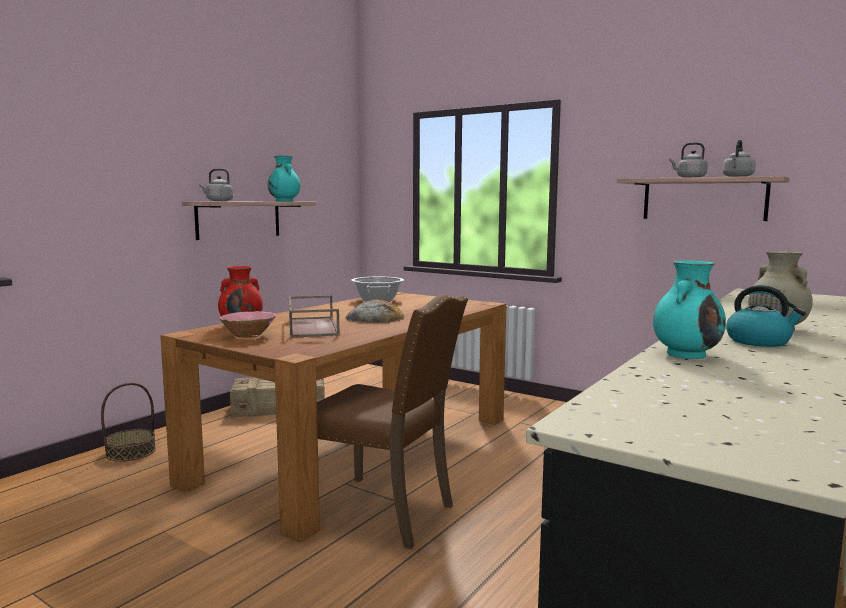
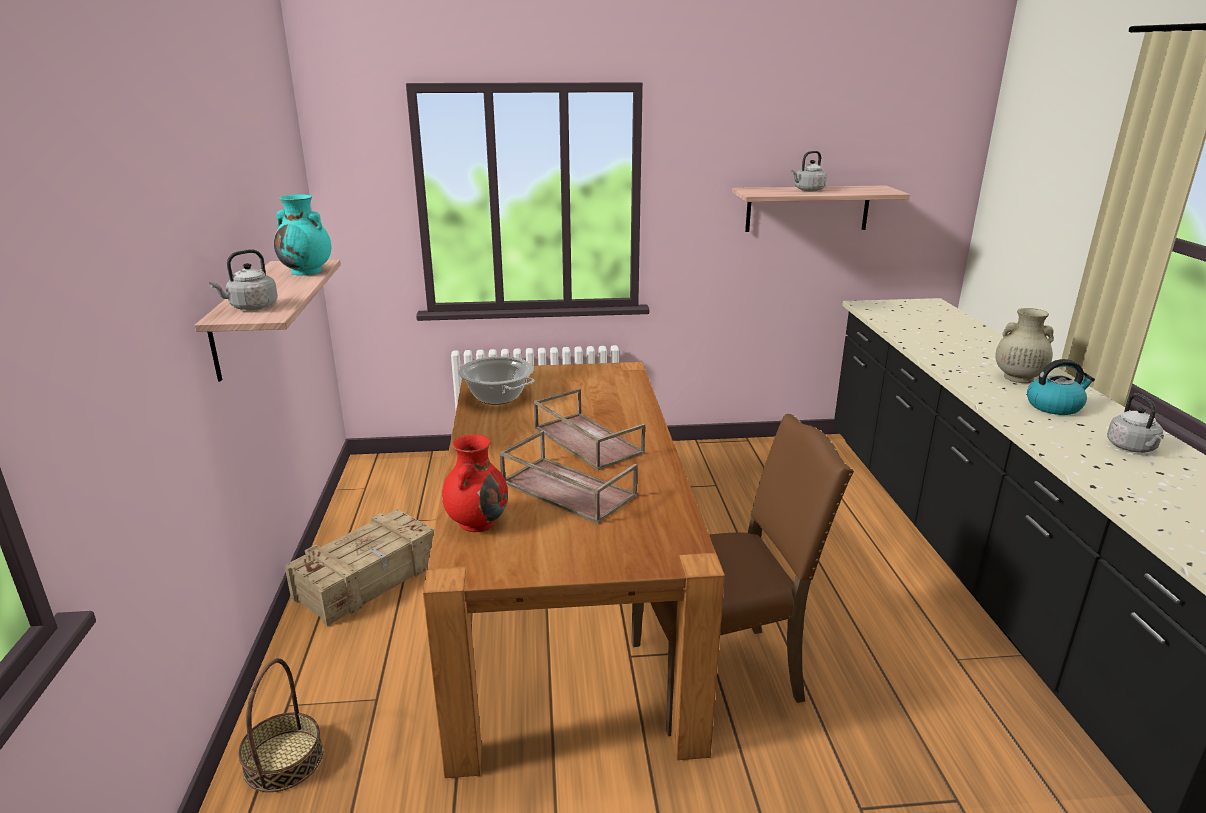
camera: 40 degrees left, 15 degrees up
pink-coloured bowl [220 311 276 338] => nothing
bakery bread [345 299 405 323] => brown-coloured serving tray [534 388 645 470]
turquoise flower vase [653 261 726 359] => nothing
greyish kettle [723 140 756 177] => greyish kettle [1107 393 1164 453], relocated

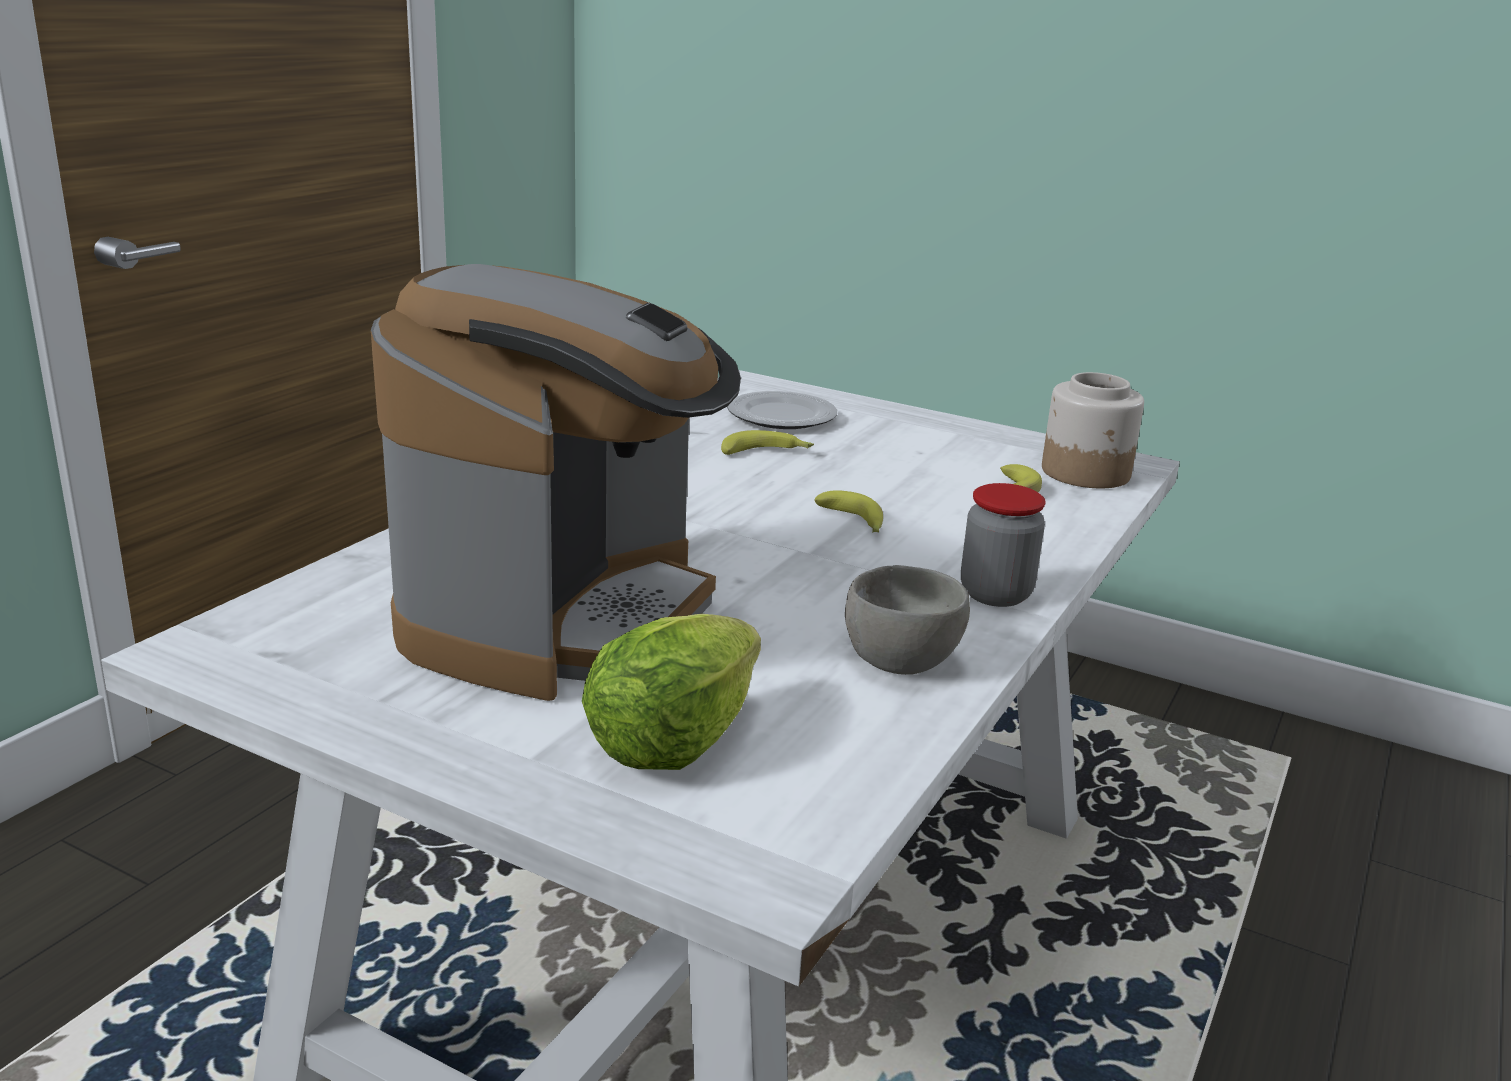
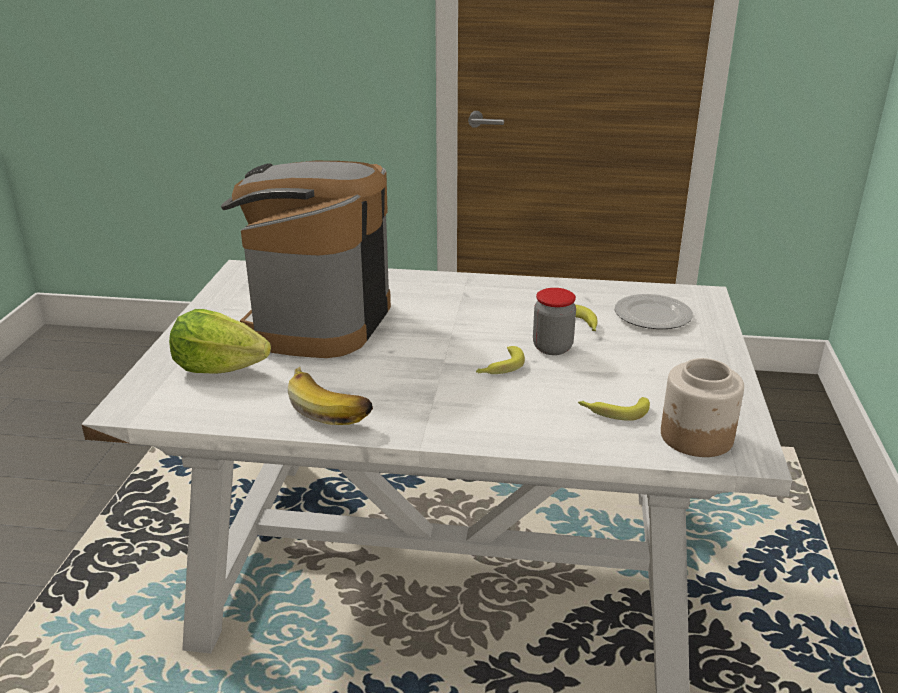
camera: 70 degrees right, 5 degrees up
coffee machine [371 264 741 701] => coffee machine [221 161 391 358], 105 degrees clockwise
greyish bowl [845 565 970 675] => banana [288 367 373 425]
storage jar [961 483 1046 607] => storage jar [533 288 576 355], relocated

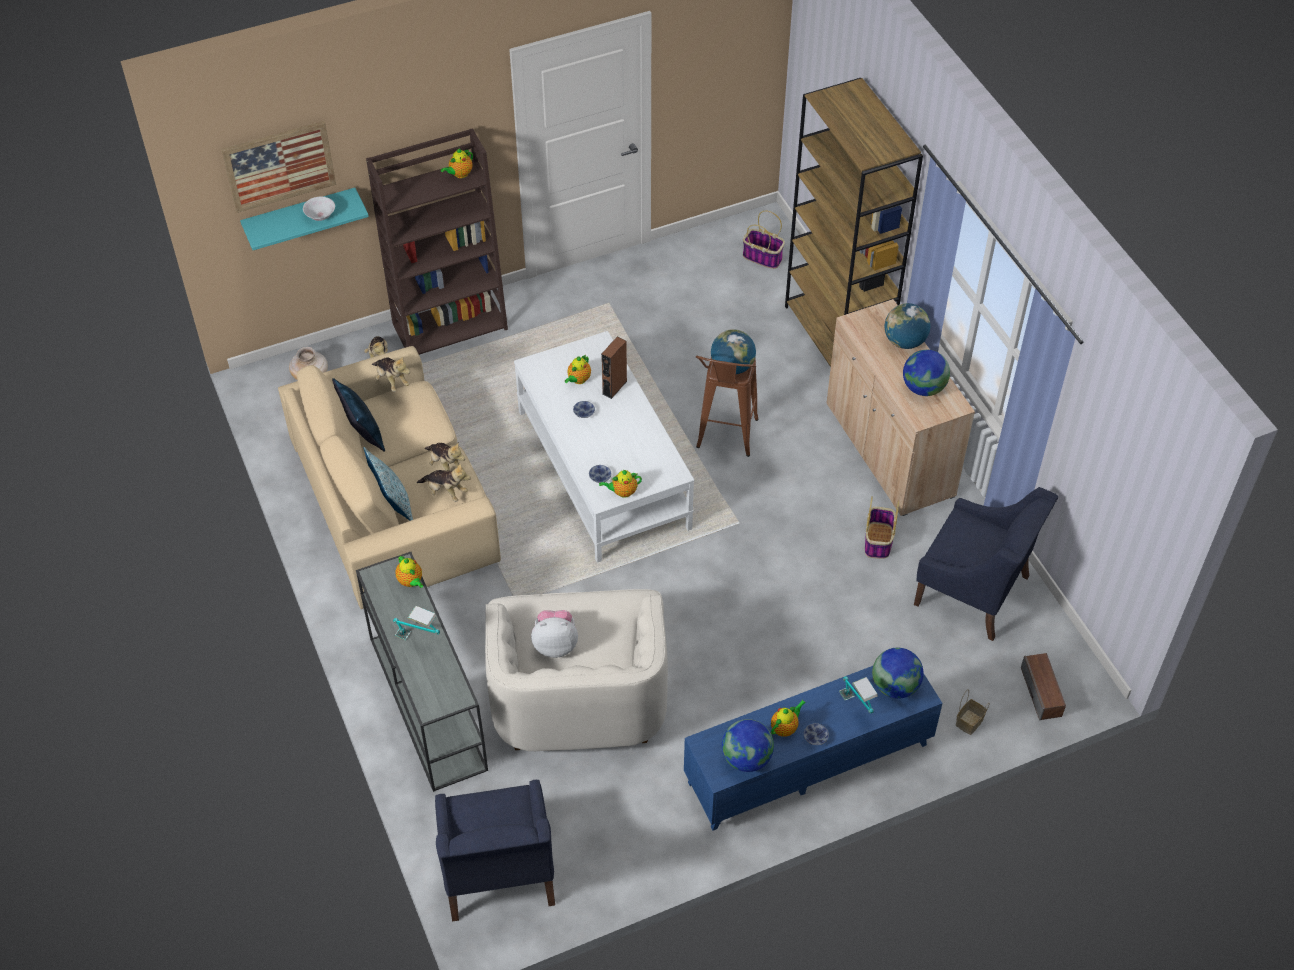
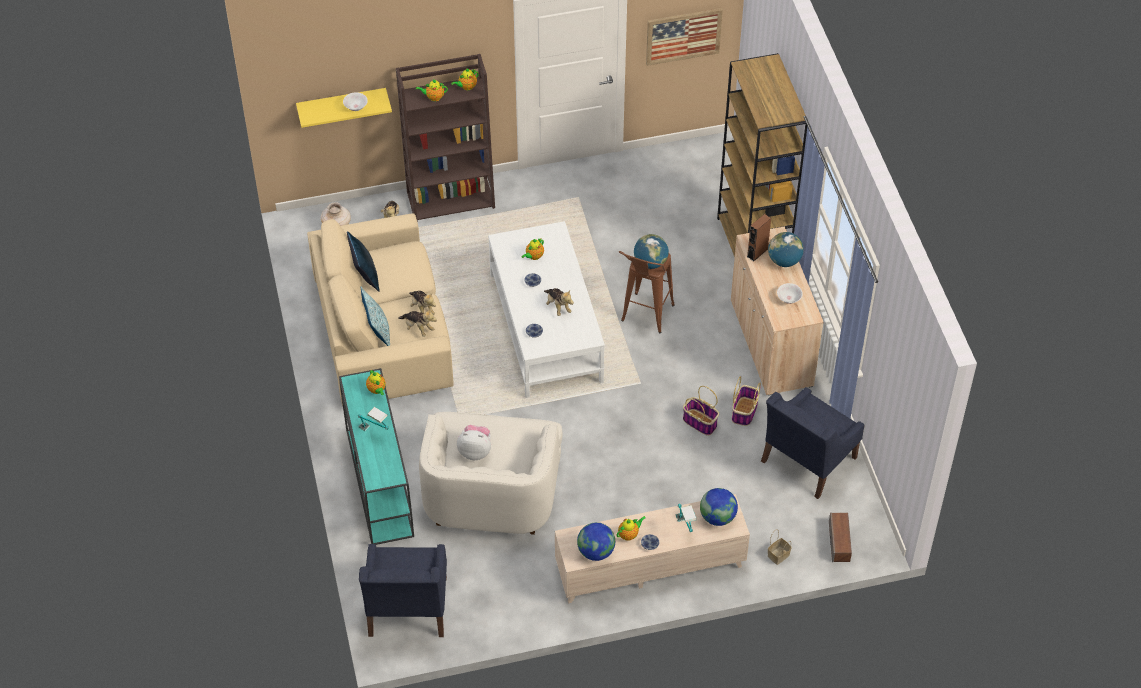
camera: 10 degrees right, 0 degrees up
picture [221 121 336 213] => picture [646 8 723 66], relocated
turquoise wall shelf [240 188 369 250] => yellow-coloured wall shelf [296 88 392 128]
greyish narrow table [356 552 488 792] => turquoise narrow table [339 368 414 545]
soft toy [372 355 410 392] => soft toy [544 288 574 316], relocated
teapot [599 470 642 498] => teapot [416 79 448 101], relocated
brown-coloured loudspeaker [601 337 627 399] => brown-coloured loudspeaker [747 214 771 261], relocated
blue-coloured tv unit [684 666 943 830] => sand-coloured tv unit [555 494 750 603]
household basket [743 211 785 269] => household basket [683 386 719 436], relocated
world globe [903 350 950 396] => white-coloured bowl [777 283 803 304]
blue-coloured easy chair [914 487 1058 641] => blue-coloured easy chair [761 387 865 499], 90 degrees clockwise

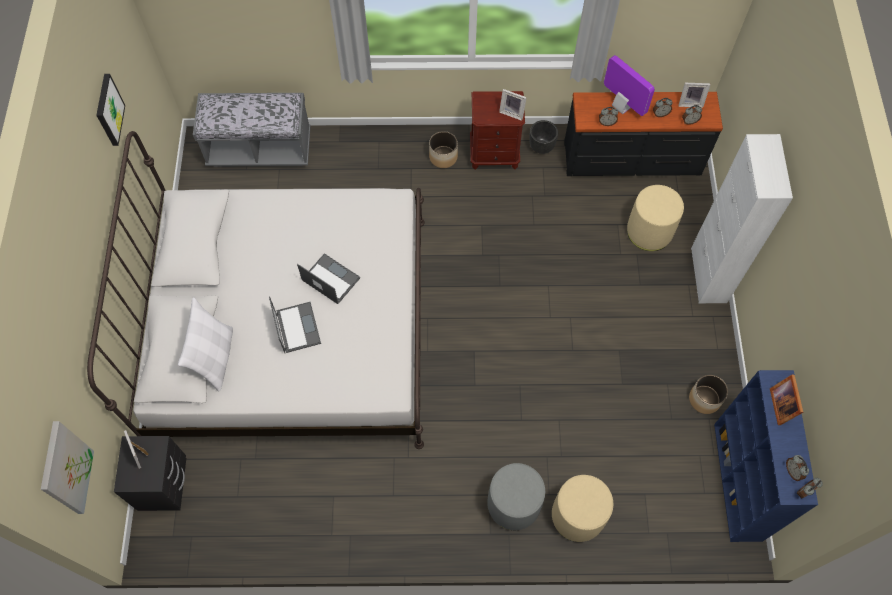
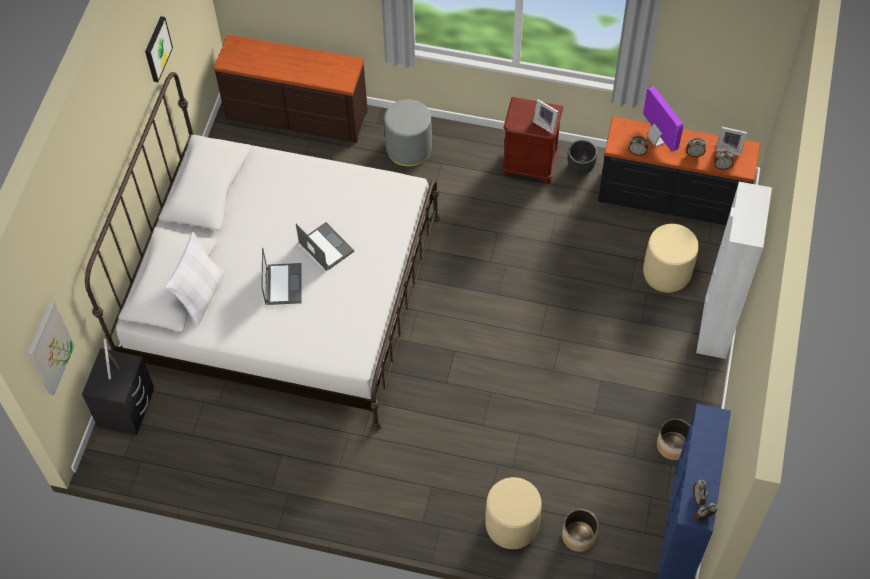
camera: 15 degrees right, 5 degrees down
greyish bench [193 93 311 167] => brown-coloured drawer chest [214 35 368 143]
planter [429 131 458 168] => planter [562 509 598 552], relocated
greyish footrest [487 463 545 530] => greyish footrest [384 99 432 167], relocated
photo frame [770 375 803 425] => nothing

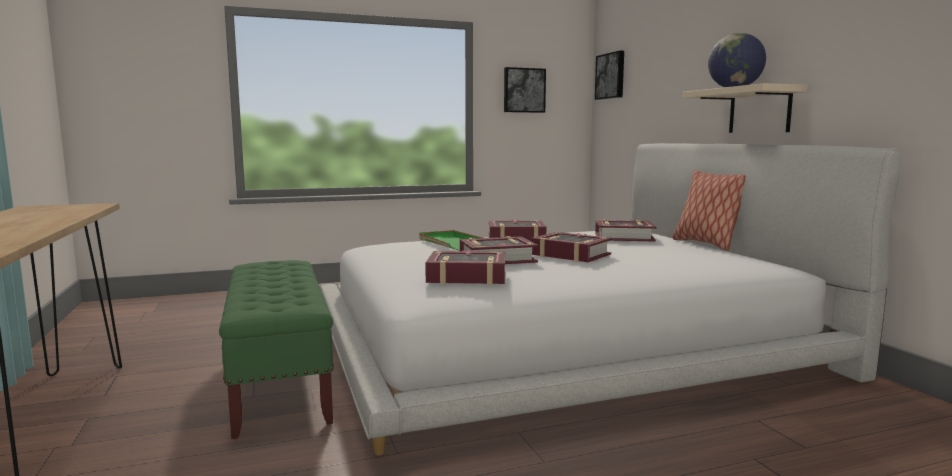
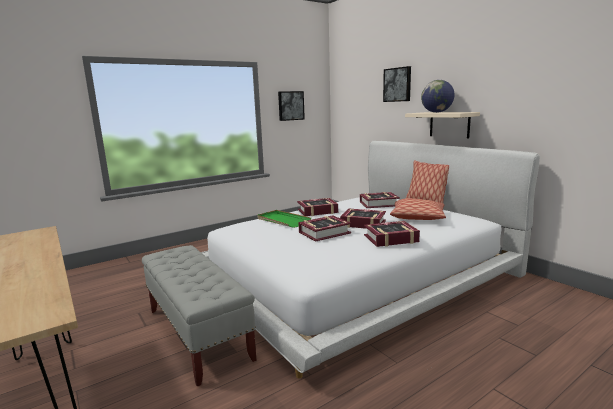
camera: 15 degrees left, 5 degrees up
greenish bench [219 260 334 439] => greyish bench [142 245 256 386]
volume [425 250 506 285] => volume [364 221 420 247], relocated
picture [595 50 624 100] => picture [383 66 411 102], relocated
nothing => cushion [390 198 446 220]

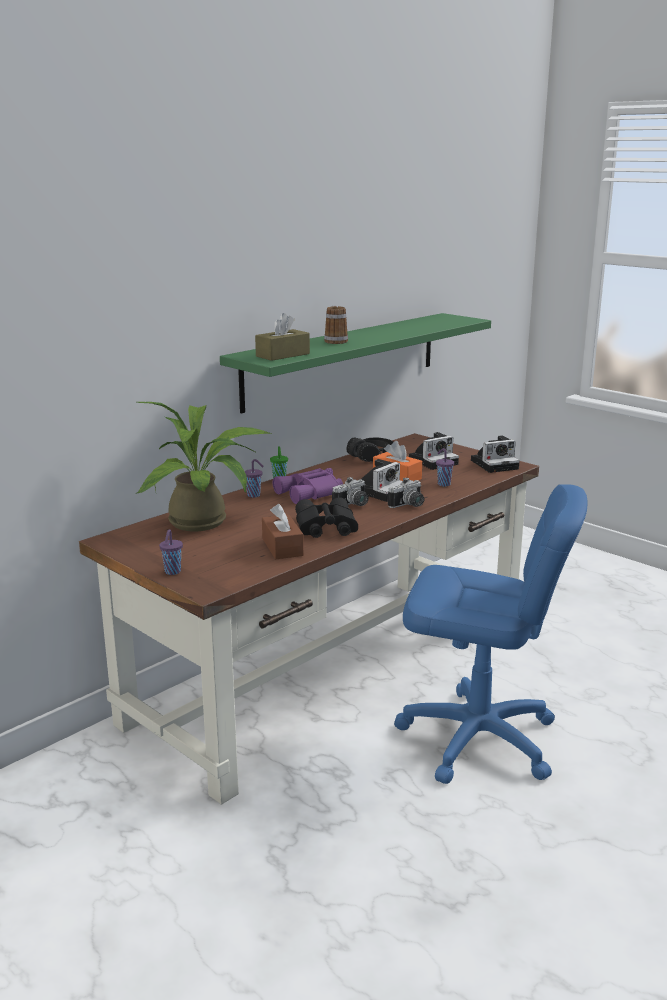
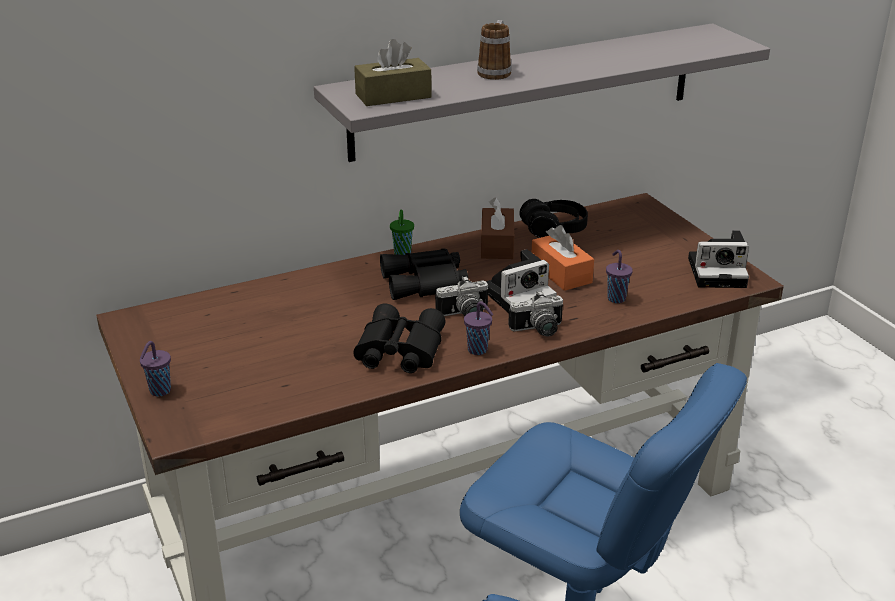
camera: 20 degrees right, 10 degrees up
potted plant [137 402 271 531] => nothing
greenish wall shelf [220 313 491 413] => greyish wall shelf [314 23 770 162]
purplish drinking cup [244 459 264 498] => purplish drinking cup [464 301 494 355], relocated
brown-coloured tissue box [262 504 304 559] => brown-coloured tissue box [481 197 514 259], relocated
purplish binoculars [273 468 343 504] => blackish binoculars [380 248 468 300]
still camera [409 432 459 470] => nothing

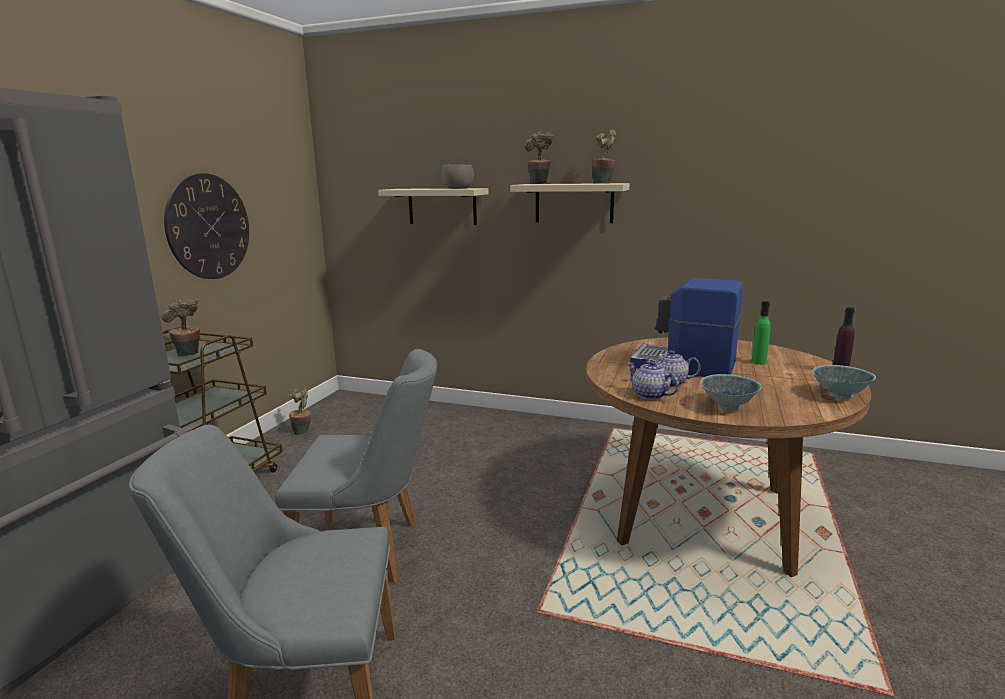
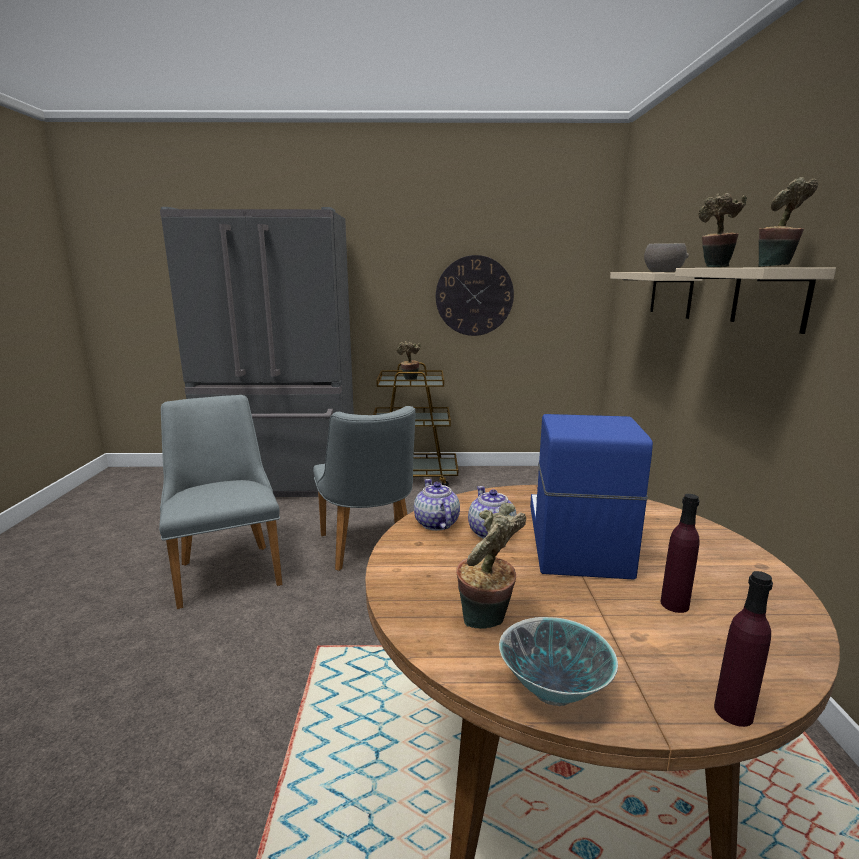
camera: 70 degrees right, 0 degrees up
potted plant [289 388 311 435] => potted plant [456 503 526 629], relocated
teapot [627 361 679 400] => teapot [414 479 460 531], 45 degrees counterclockwise
bowl [700 374 761 411] => nothing
greenish bottle [751 301 771 365] => purplish bottle [661 494 699 613]

